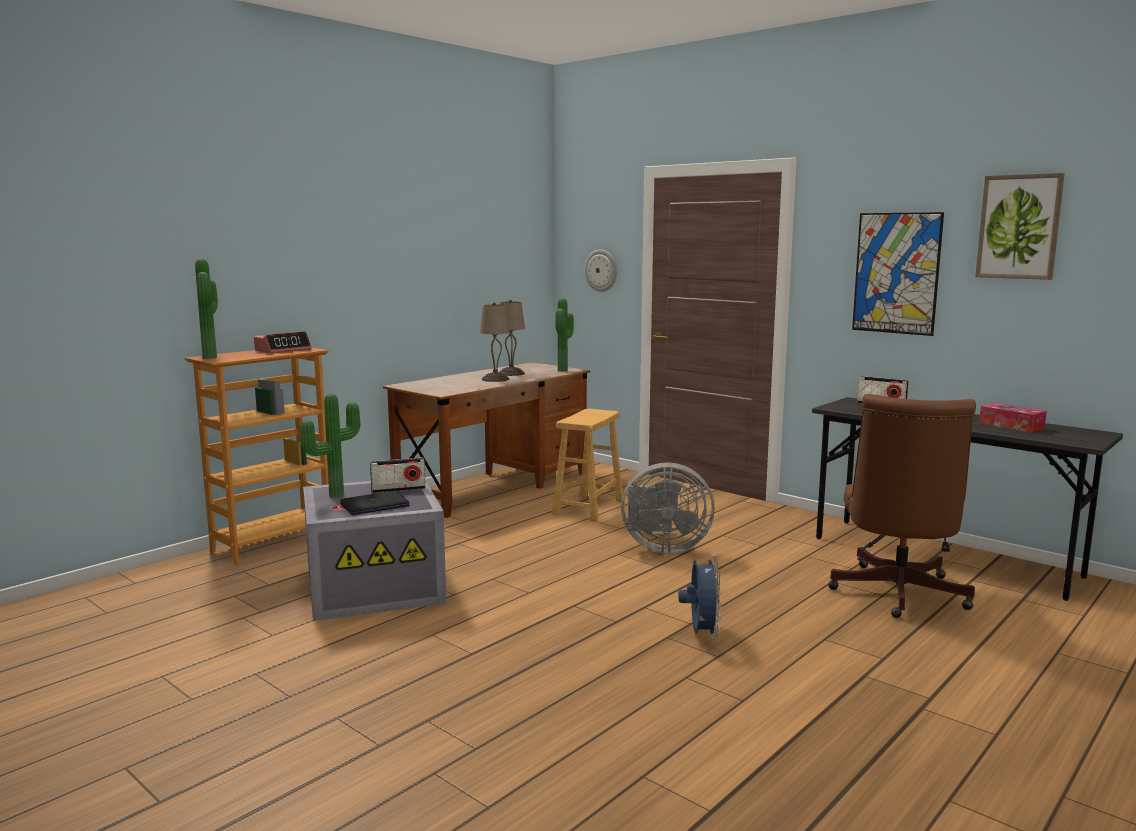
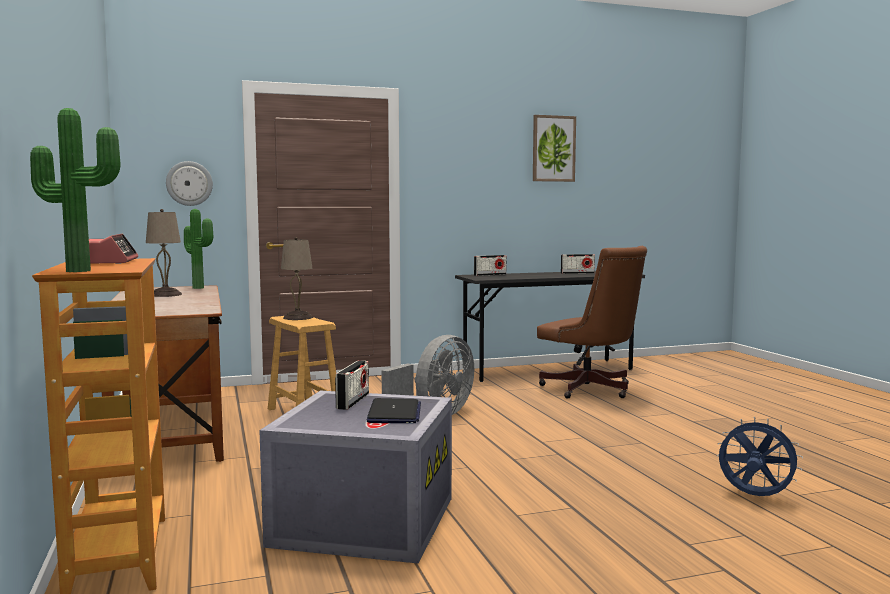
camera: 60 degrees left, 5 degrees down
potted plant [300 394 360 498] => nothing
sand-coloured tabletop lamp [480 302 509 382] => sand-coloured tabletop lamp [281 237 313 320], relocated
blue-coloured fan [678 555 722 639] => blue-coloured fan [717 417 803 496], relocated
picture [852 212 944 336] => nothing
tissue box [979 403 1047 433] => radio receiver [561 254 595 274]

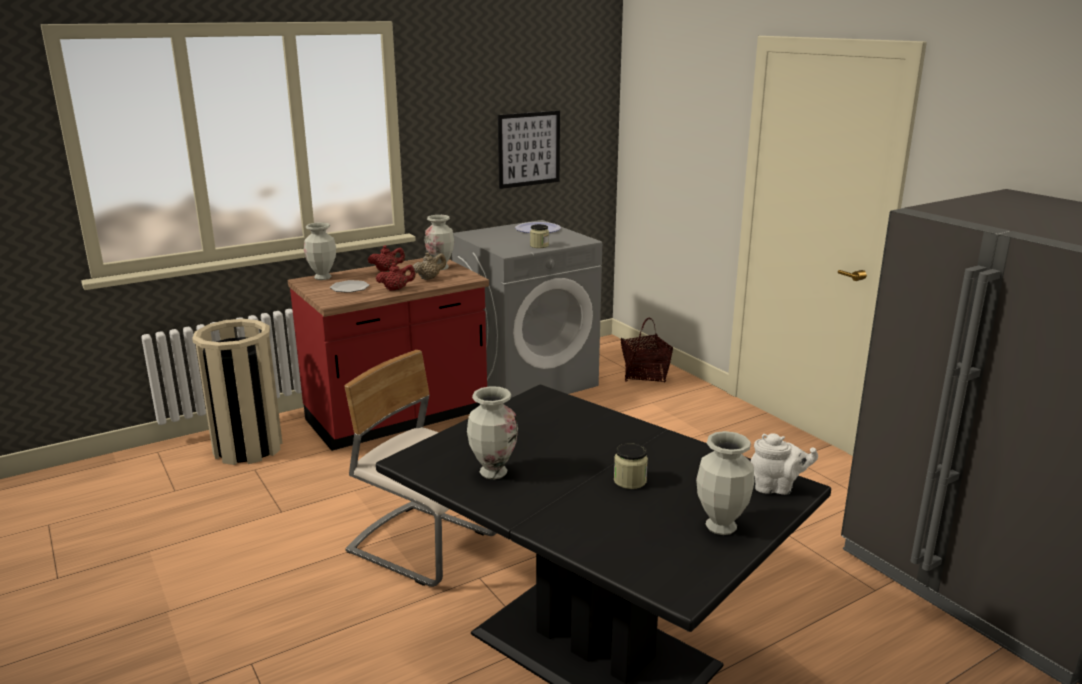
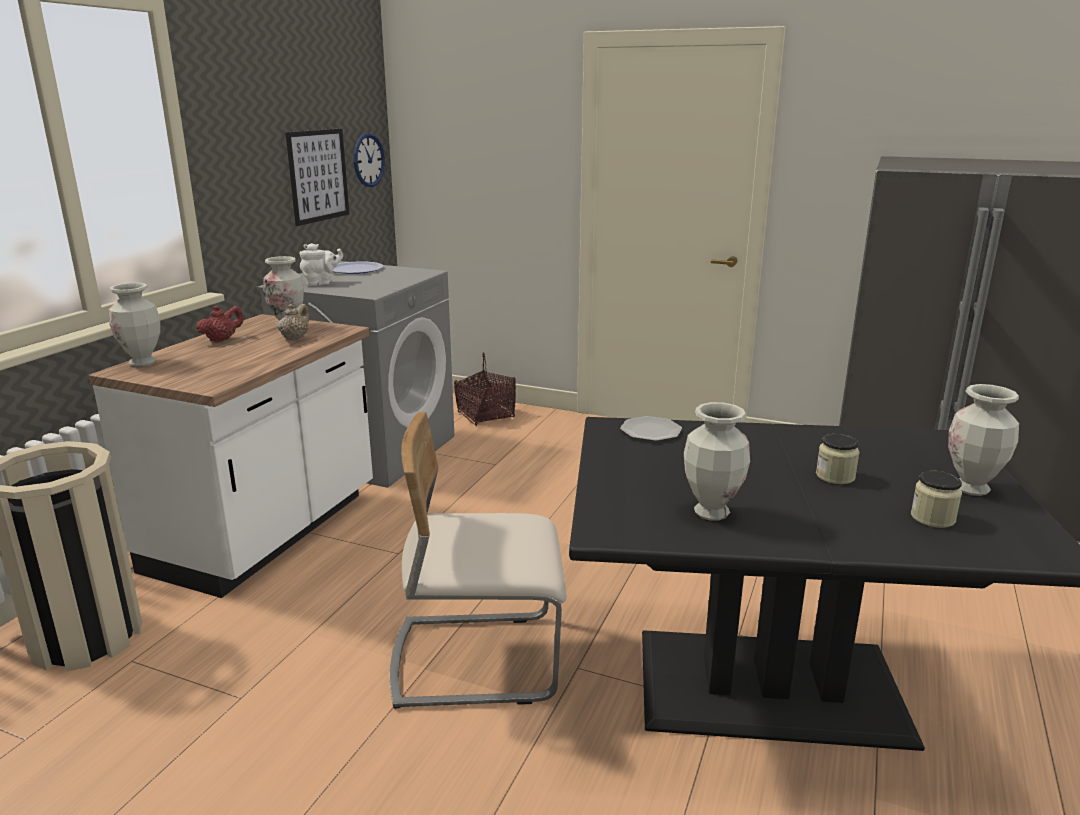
camera: 35 degrees left, 0 degrees up
red kitchen counter [288 258 489 451] => white-coloured kitchen counter [89 314 373 598]
dinner plate [330 280 370 293] => dinner plate [620 416 682 441], relocated
red teapot [376 263 416 291] => nothing
storage jar [530 224 549 248] => storage jar [911 471 962 528], relocated
white-coloured teapot [751 433 818 495] => white-coloured teapot [300 243 343 286], relocated
nothing => clock on the wall [354 133 385 187]

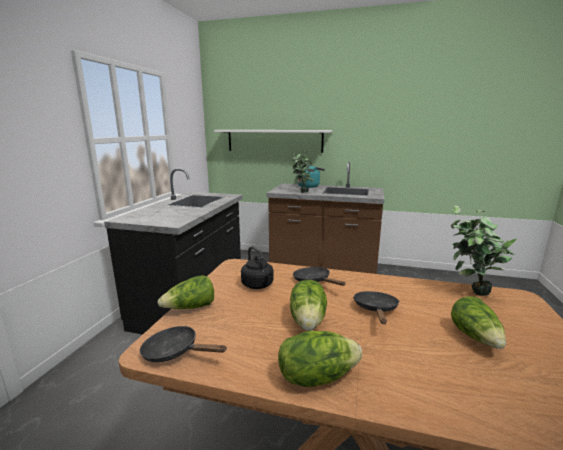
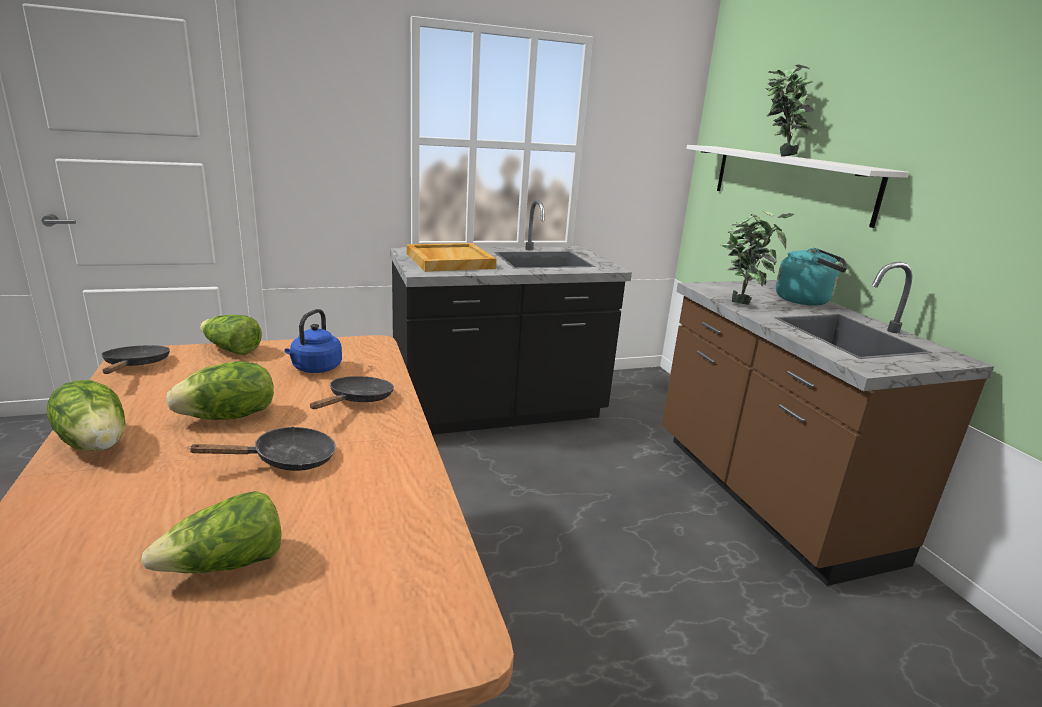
camera: 55 degrees right, 5 degrees up
blackish kettle [241 246 274 289] => blue-coloured kettle [285 309 342 373]
potted plant [451 206 516 296] => potted plant [766 64 815 156], relocated
nothing => sand-coloured serving tray [407 243 497 272]

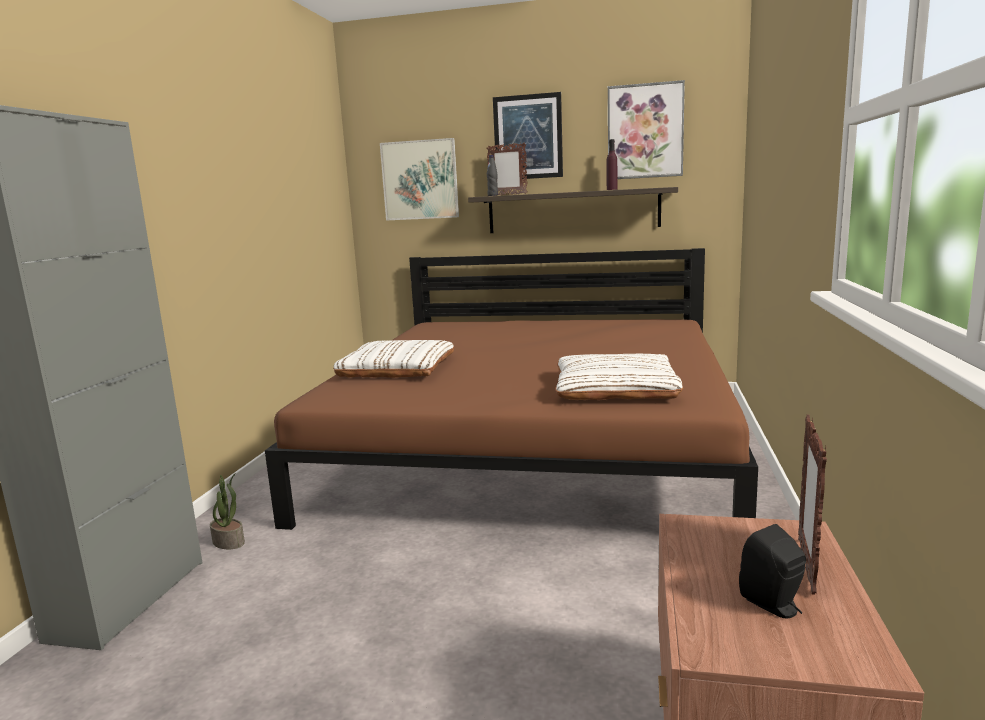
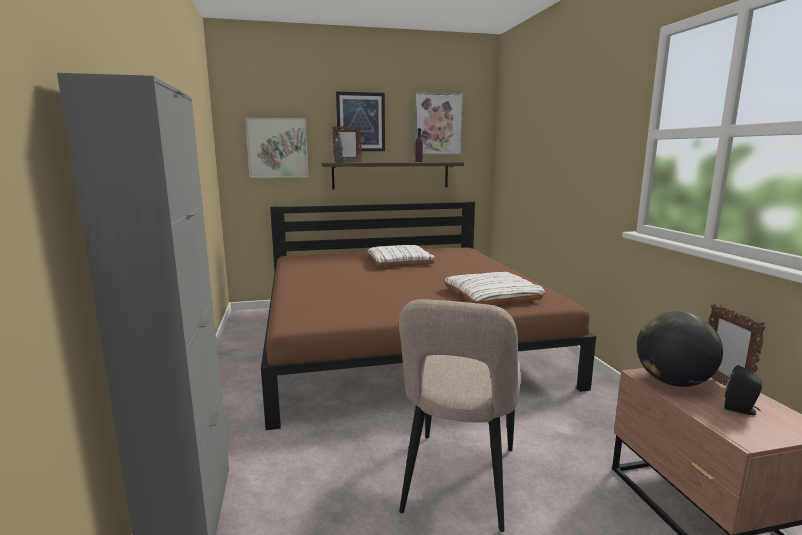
camera: 25 degrees left, 0 degrees up
potted plant [210 473 245 549] => nothing
white-coloured cushion [333 340 454 378] => white-coloured cushion [367 245 435 267], relocated
nothing => sand-coloured plain chair [399 299 521 532]
nothing => world globe [637 311 723 387]

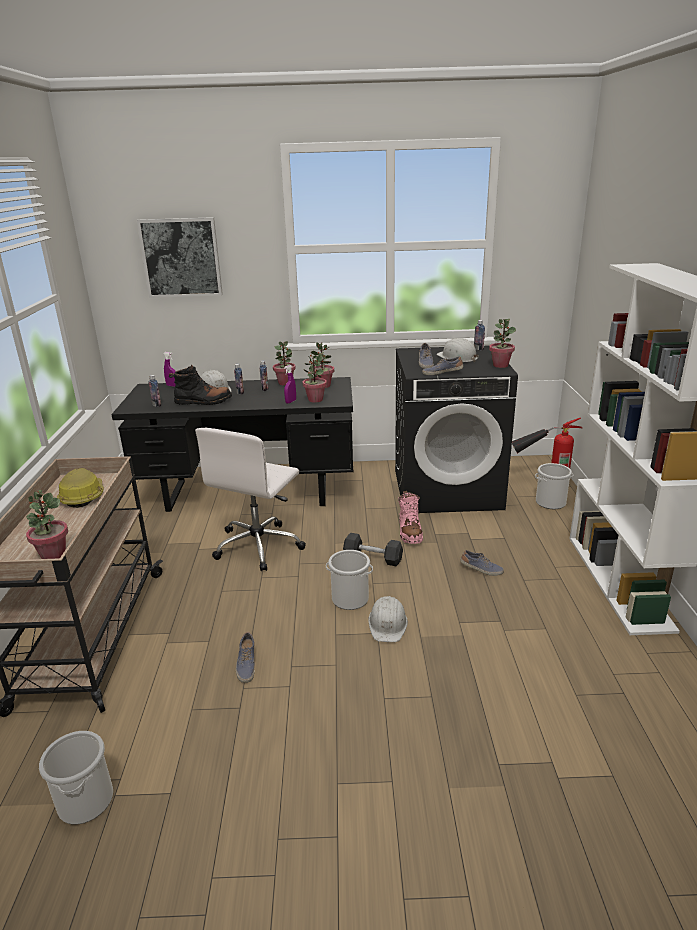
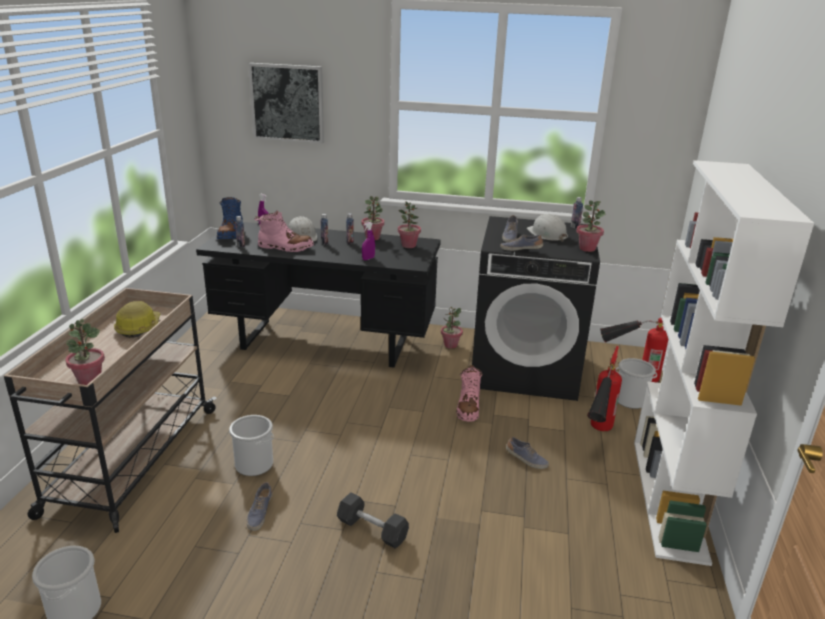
camera: 10 degrees right, 0 degrees up
blackish high-top boot [169 365 232 405] => pink-coloured high-top boot [255 210 314 252]
white-coloured computer chair [195 428 306 571] => nothing
potted plant [302 354 327 403] => potted plant [441 307 463 349], relocated
bucket [326 550 373 610] => bucket [229 415 274 476], relocated
greyish free weight [343 533 403 566] => greyish free weight [337 492 409 549], relocated
white-coloured hard hat [368 596 408 642] => nothing
nothing => blue-coloured high-top boot [217 197 243 239]
nothing => extinguisher [587 346 622 431]

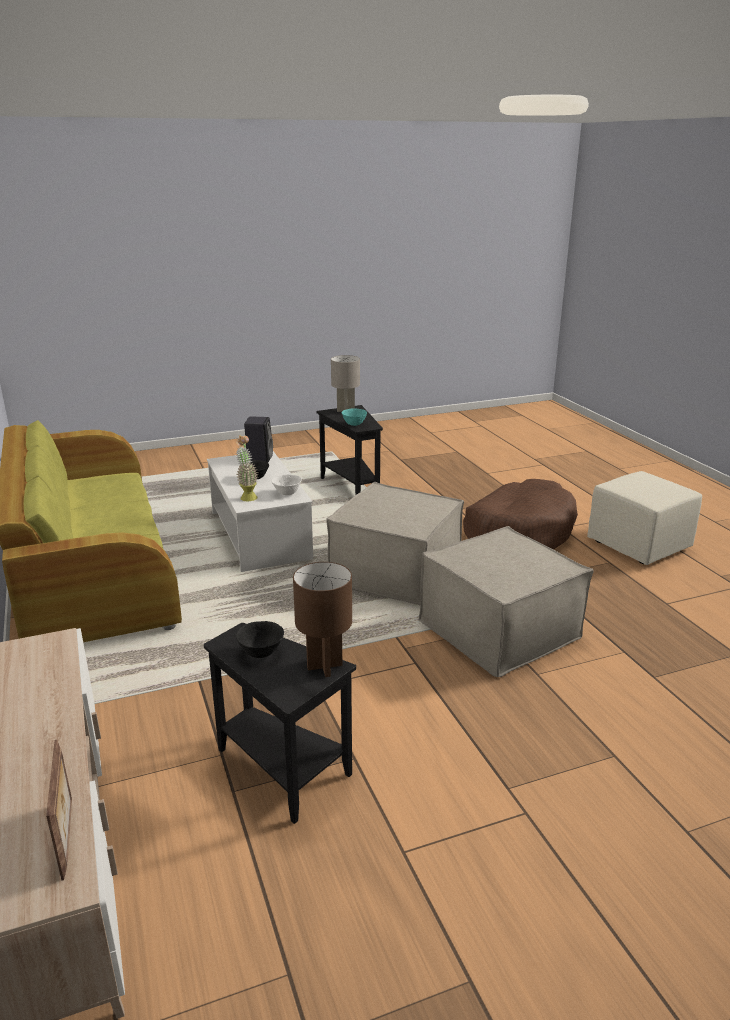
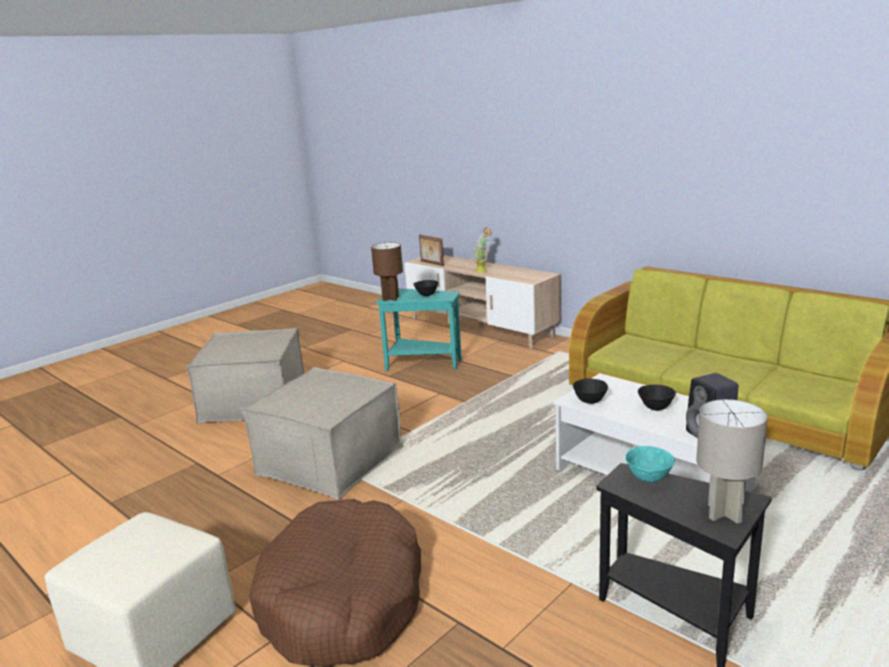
camera: 155 degrees right, 5 degrees down
blackish accent table [204 623 356 824] => turquoise accent table [376 288 462 371]
potted plant [236 435 258 501] => potted plant [473 227 492 273], relocated
white-coloured bowl [271 474 302 495] => blackish bowl [573 379 608 404]
sand-coloured footrest [326 482 464 605] => sand-coloured footrest [186 327 304 424], relocated

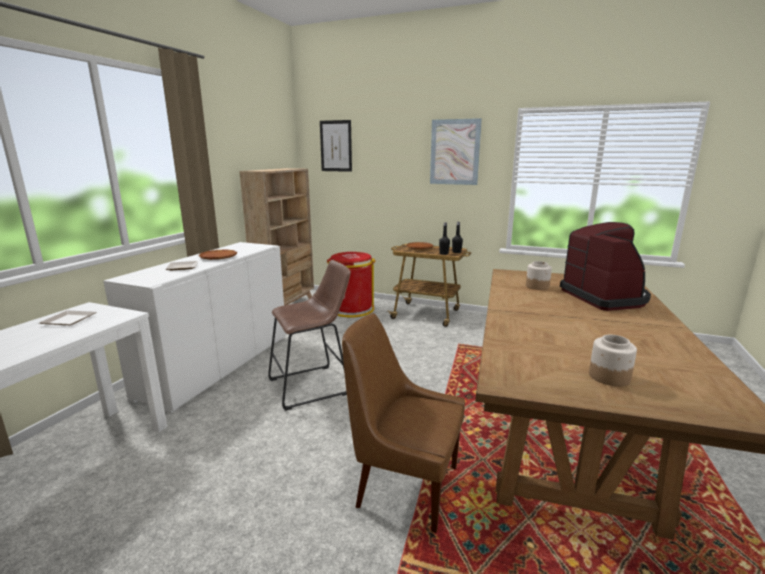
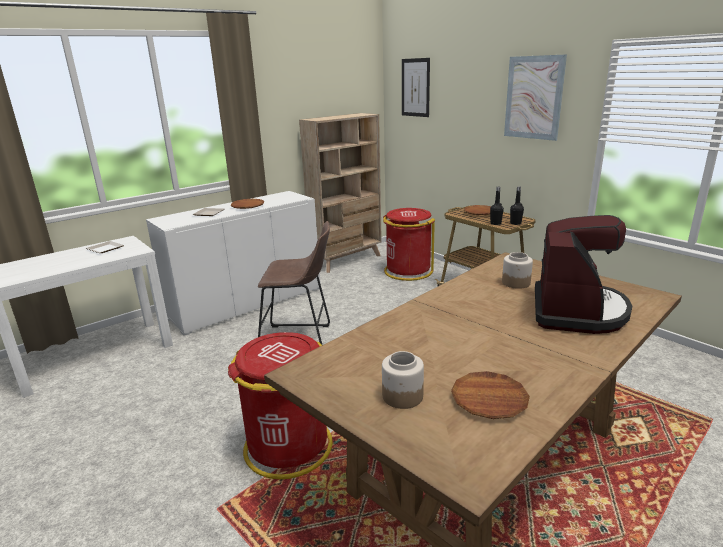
camera: 30 degrees right, 5 degrees up
brown-coloured plain chair [342 313 465 533] => red rubbish bin [228 332 333 479]
nothing => brown-coloured dinner plate [451 371 530 419]

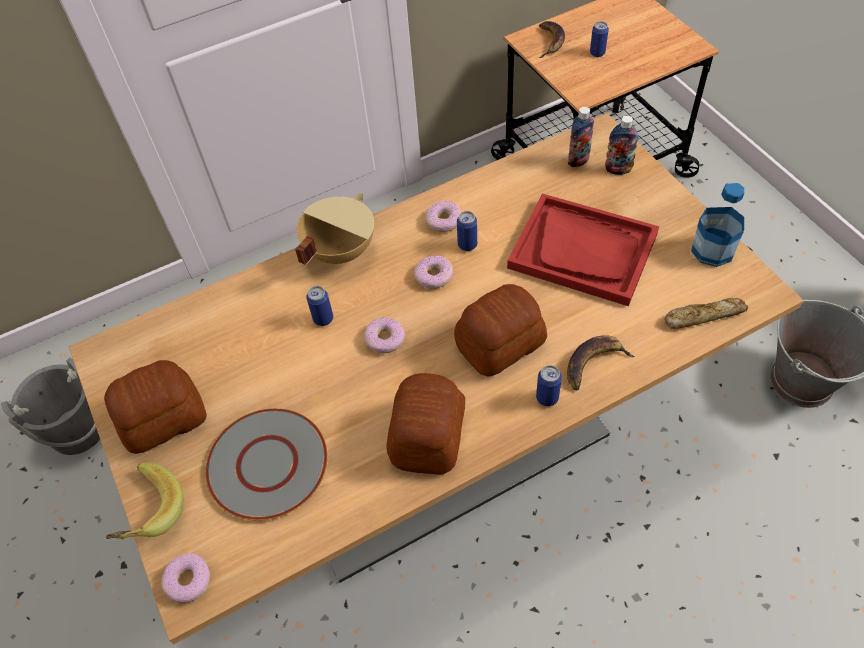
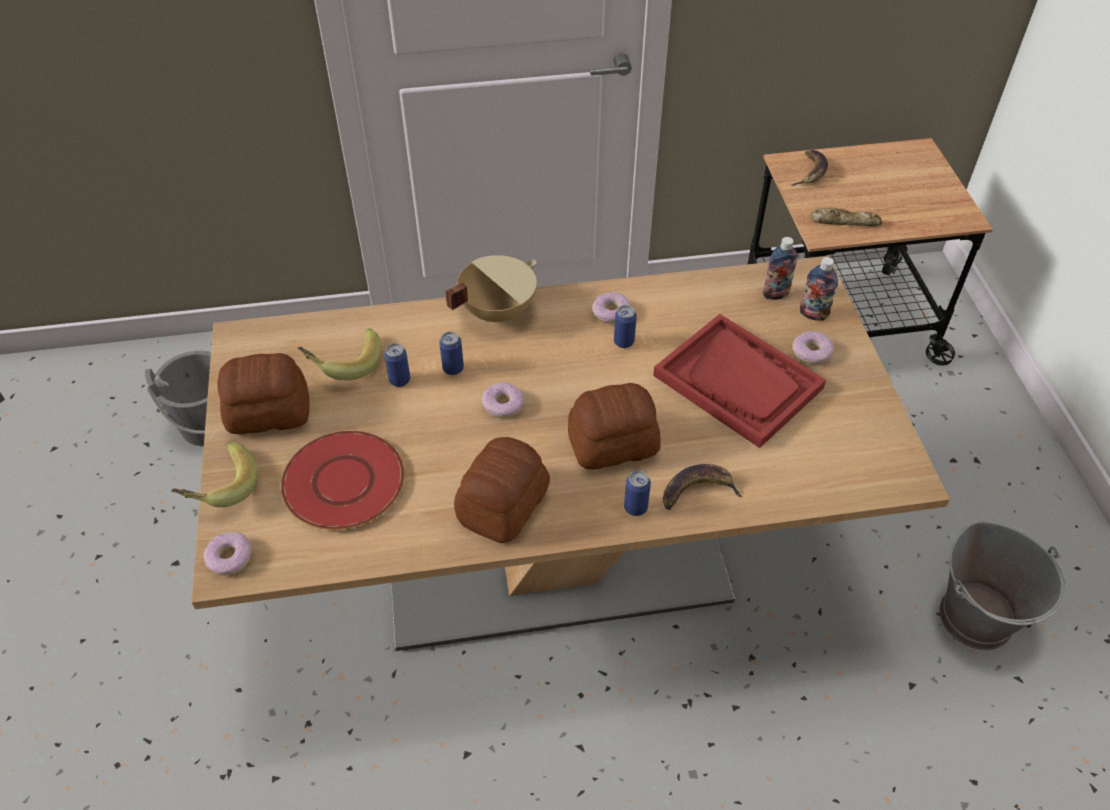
camera: 15 degrees right, 5 degrees down
greyish dinner plate [205 408 328 521] => red dinner plate [281 431 405 530]
ring doughnut [414 255 453 289] => ring doughnut [792 332 834 364], relocated
can [590 21 609 57] => can [384 343 410 387], relocated
bakery bread [664 298 748 329] => bakery bread [811 208 882 227], relocated
bottle [691 183 744 267] => nothing
nothing => banana [298 328 381 380]

